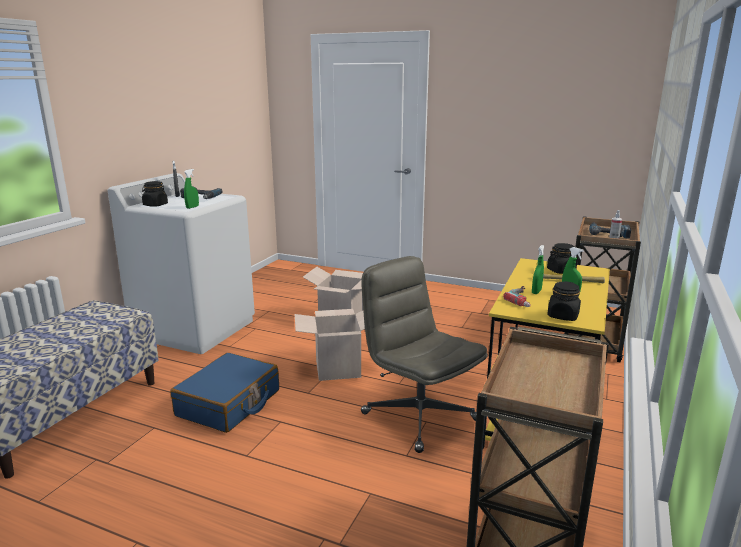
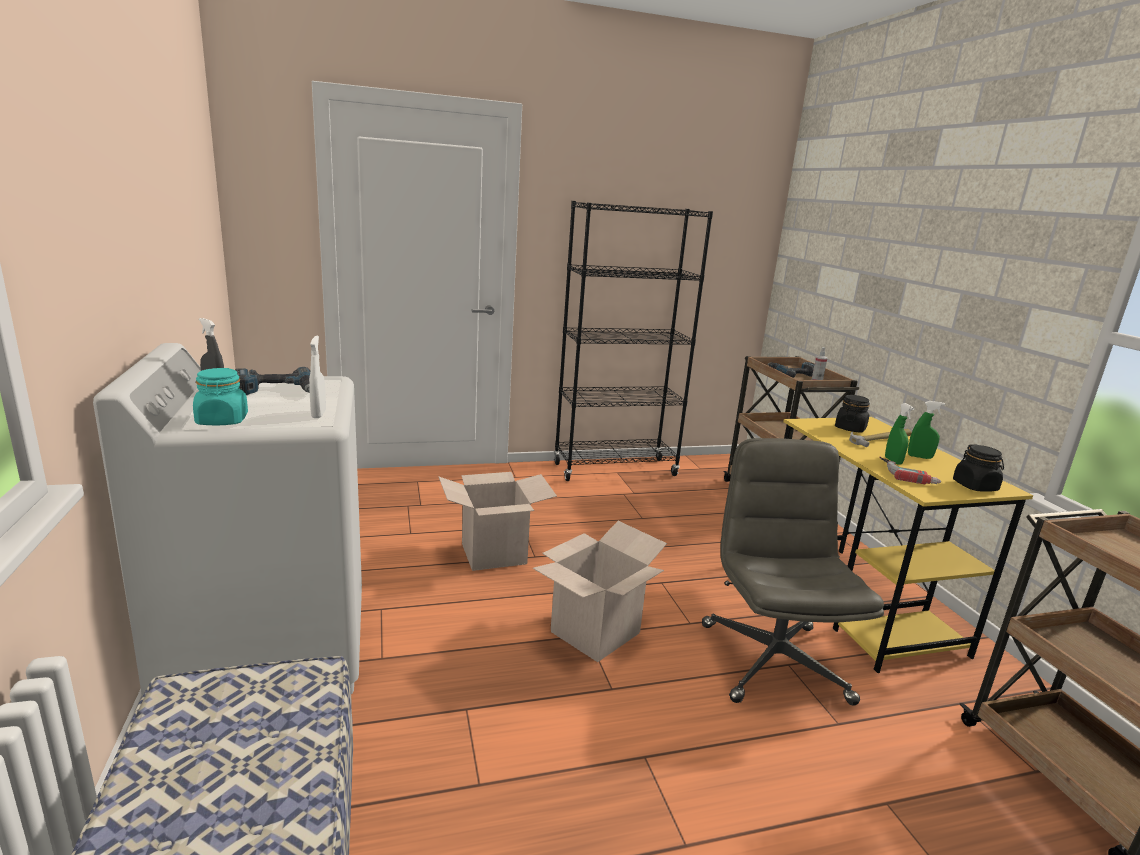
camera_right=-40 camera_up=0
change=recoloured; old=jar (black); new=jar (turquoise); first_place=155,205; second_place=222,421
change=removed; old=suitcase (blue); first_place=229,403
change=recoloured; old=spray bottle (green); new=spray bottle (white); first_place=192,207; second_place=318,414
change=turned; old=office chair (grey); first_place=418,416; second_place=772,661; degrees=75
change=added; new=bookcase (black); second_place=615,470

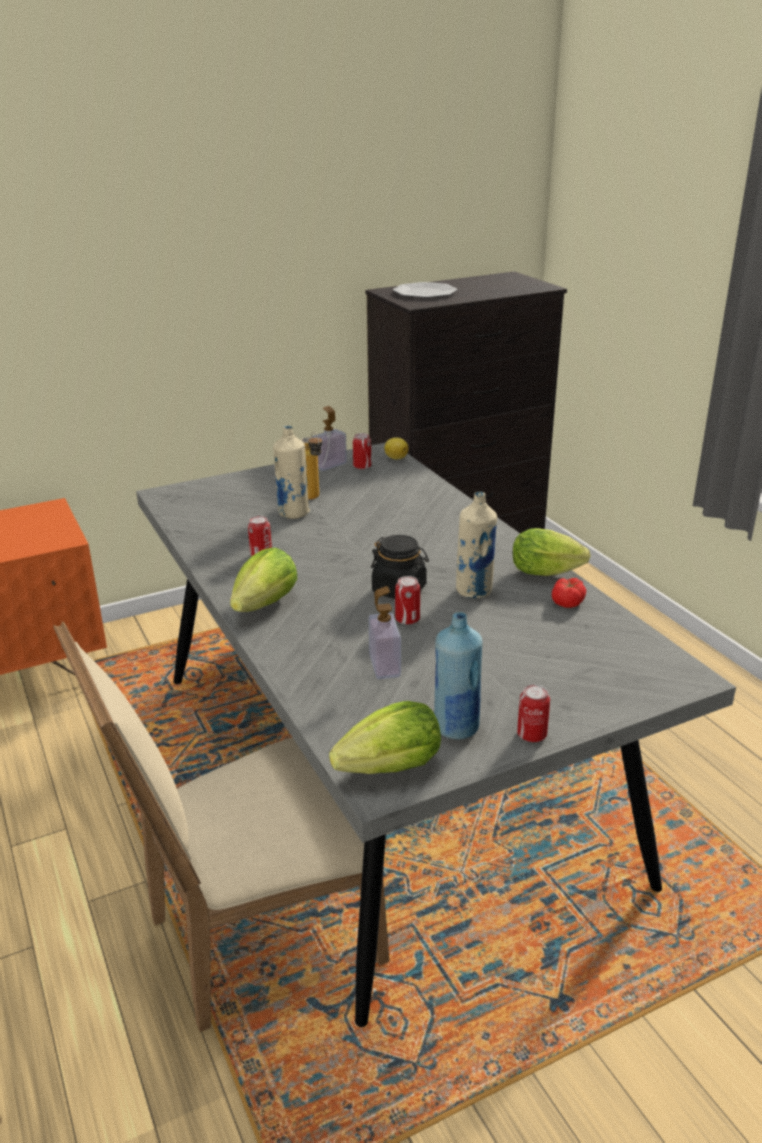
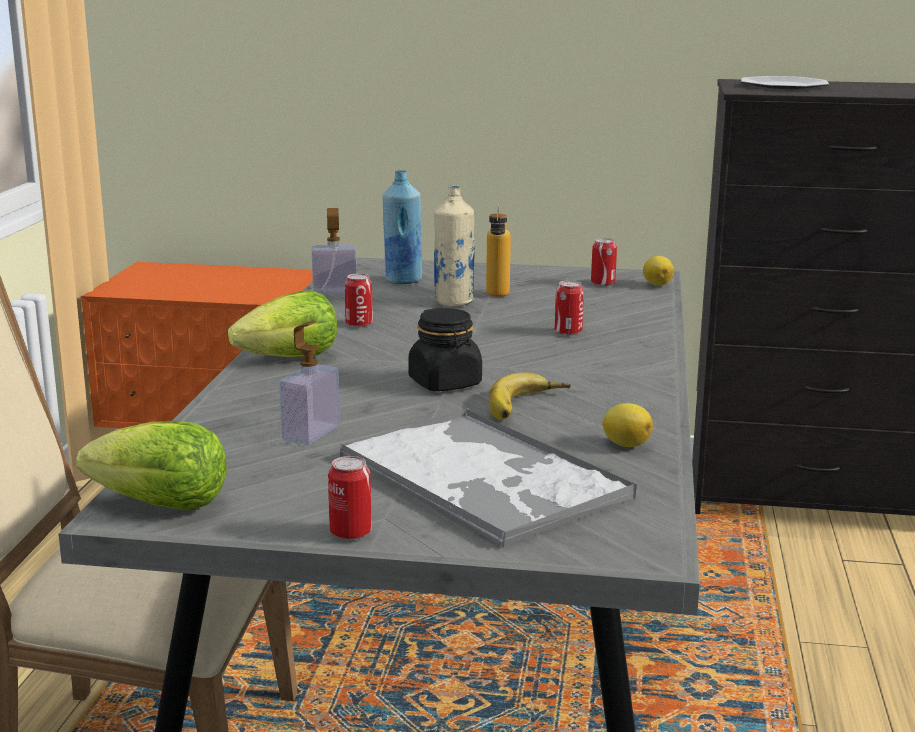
camera_right=35 camera_up=-10
change=moved; old=soap dispenser; first_place=330,465; second_place=334,291
change=moved; old=can; first_place=407,619; second_place=568,332
change=moved; old=bottle (blue); first_place=456,728; second_place=403,280
change=replaced; old=bottle (beige); new=banana; first_place=474,591; second_place=527,406
change=removed; old=lettuce; first_place=549,573
change=replaced; old=tomato; new=lemon; first_place=568,601; second_place=625,444
change=added; new=tray; second_place=484,478

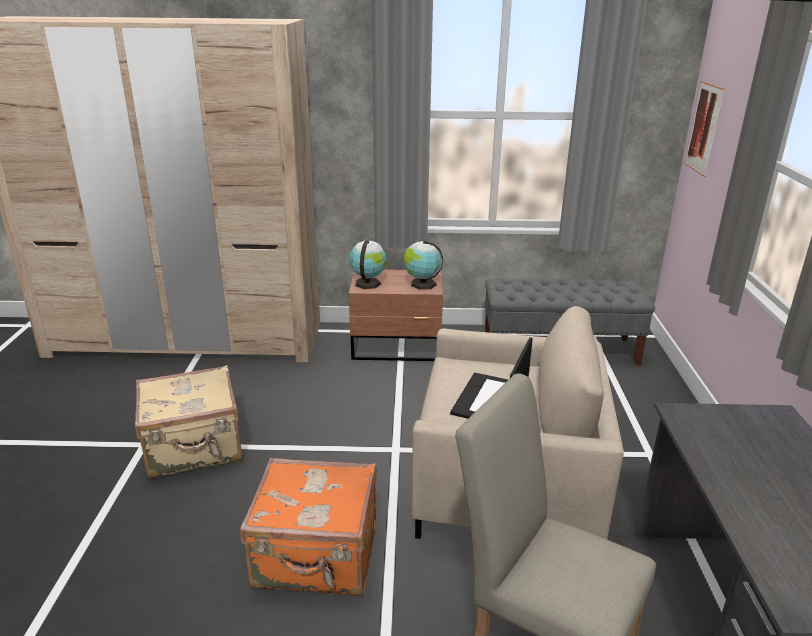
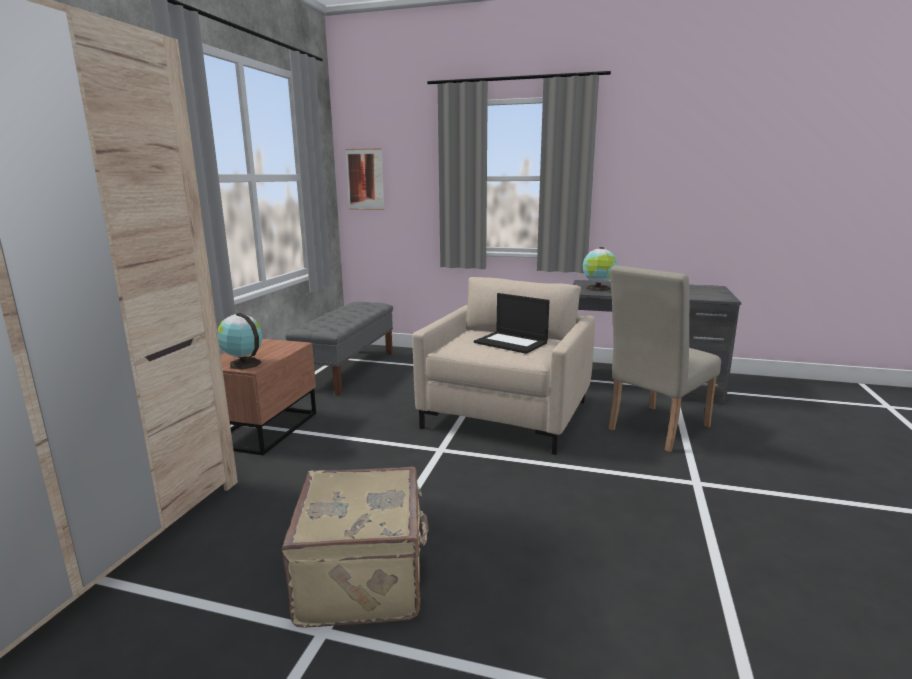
camera_right=-75 camera_up=-10
change=removed; old=suitcase (orange); first_place=317,557
change=moved; old=globe; first_place=421,284; second_place=598,289

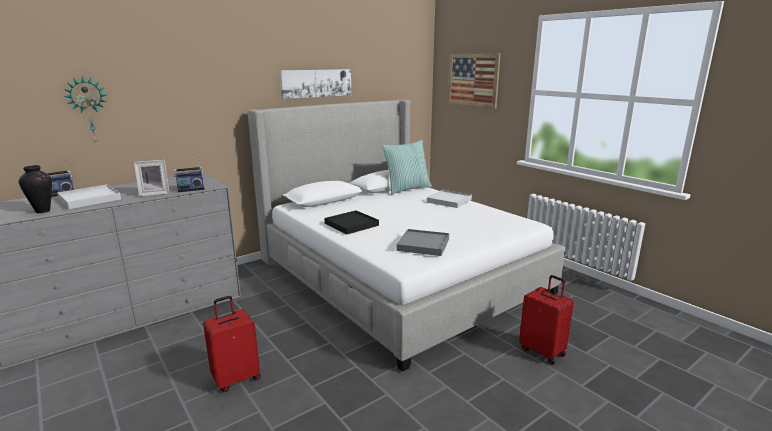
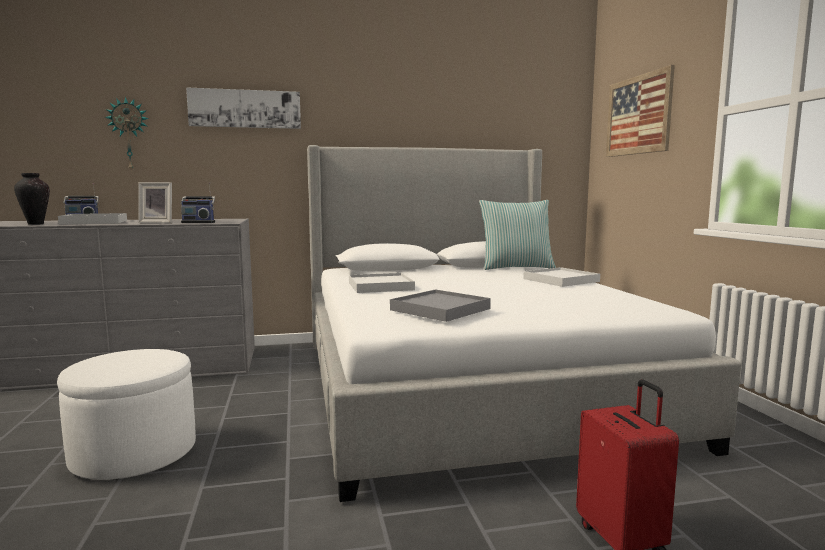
camera_right=25 camera_up=-10
change=replaced; old=suitcase (red); new=ottoman (white); first_place=236,378; second_place=134,453
change=moved; old=picture; first_place=316,83; second_place=245,109
change=recoloured; old=tray (black); new=tray (white); first_place=351,224; second_place=380,286

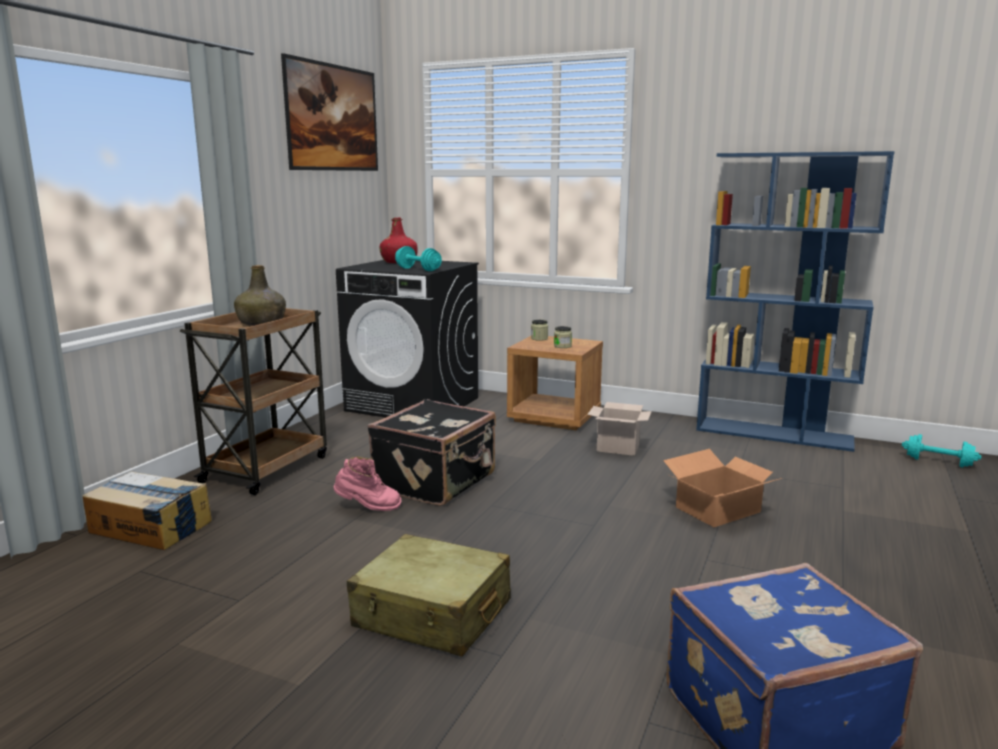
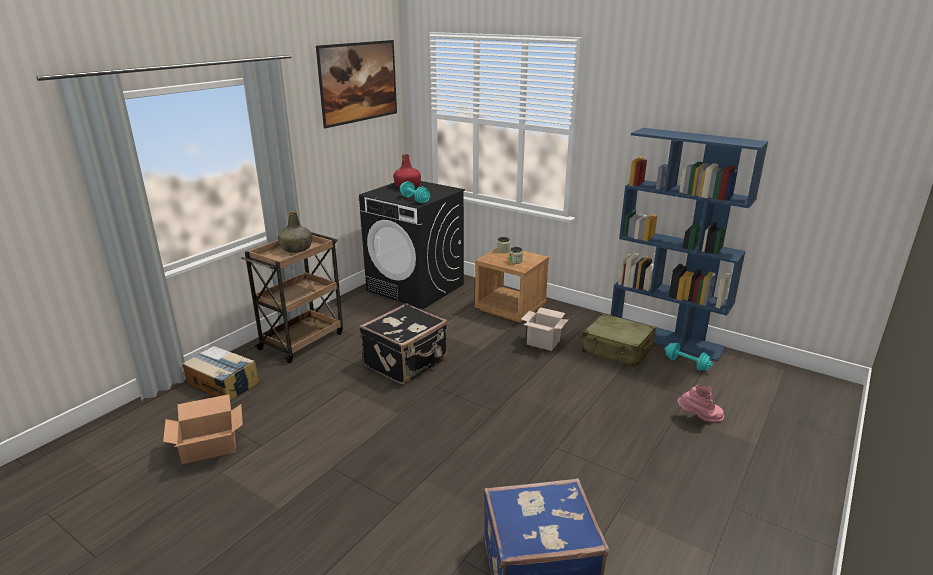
camera_right=10 camera_up=10
change=moved; old=boot (pink); first_place=368,508; second_place=699,418
change=moved; old=suitcase (beige); first_place=432,614; second_place=617,350
change=moved; old=cardboard box; first_place=719,510; second_place=210,446
change=moved; old=dumbbell (turquoise); first_place=938,462; second_place=686,364

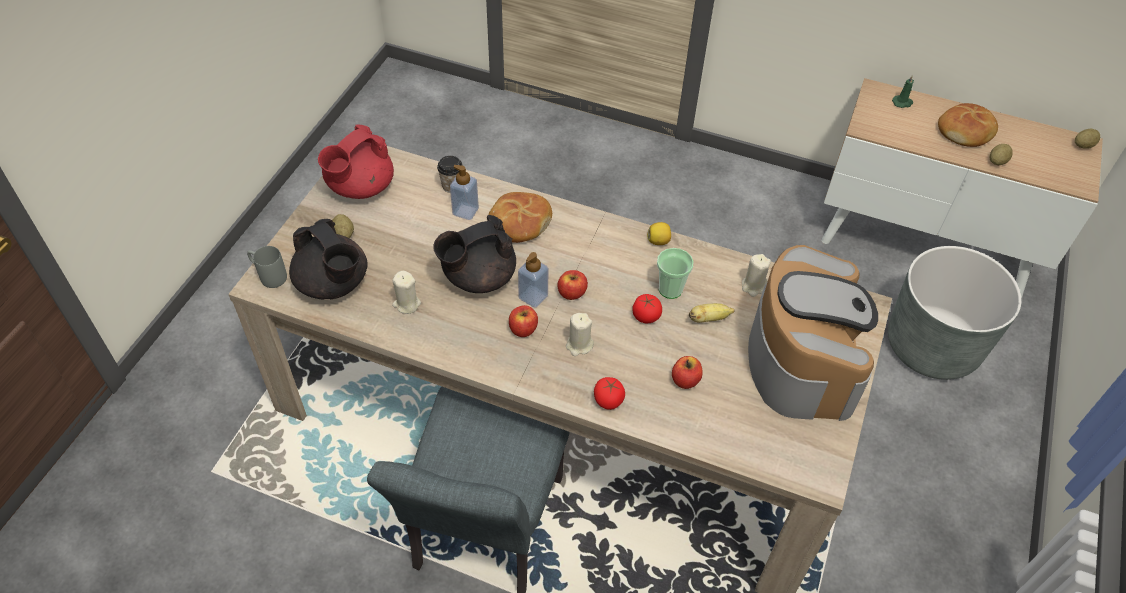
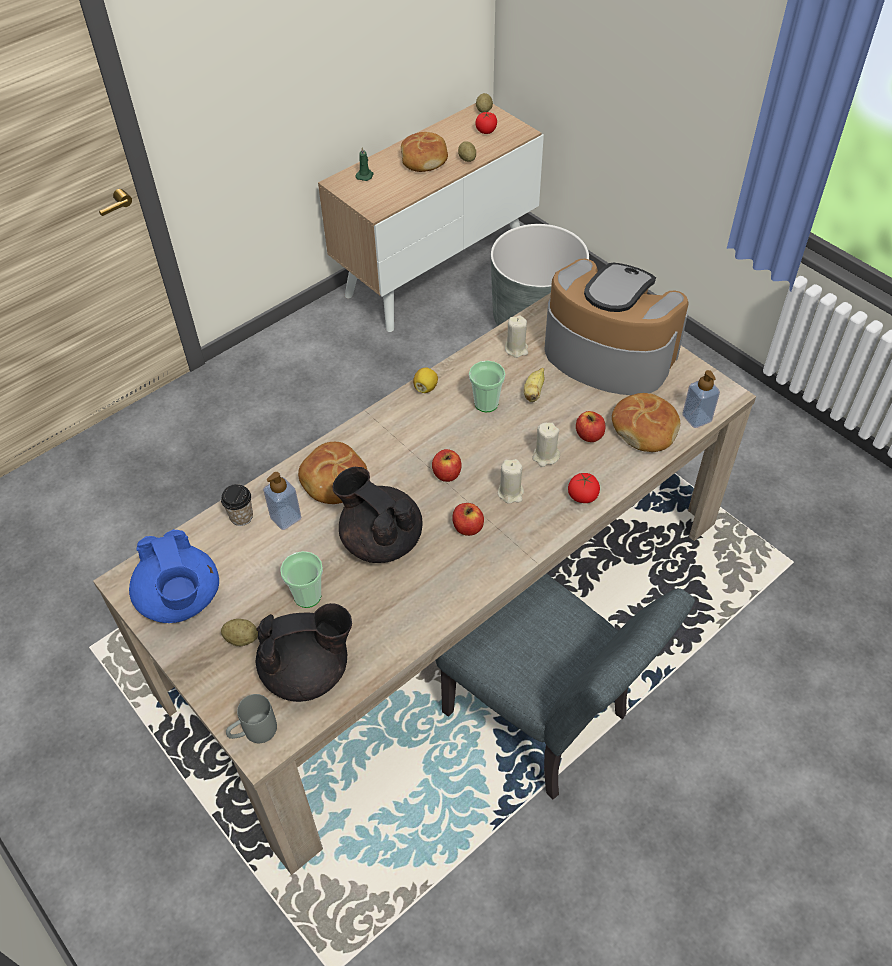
camera_right=-60 camera_up=0
change=recoloured; old=teapot (red); new=teapot (blue); first_place=360,187; second_place=181,600
change=moved; old=candle (beige); first_place=406,304; second_place=545,456
change=turned; old=teapot (black); first_place=478,277; second_place=381,539; degrees=135
change=moved; old=soap dispenser; first_place=533,297; second_place=696,418
change=moved; old=tomato; first_place=646,316; second_place=486,131
change=added; new=cup; second_place=307,596
change=added; new=bread; second_place=645,429

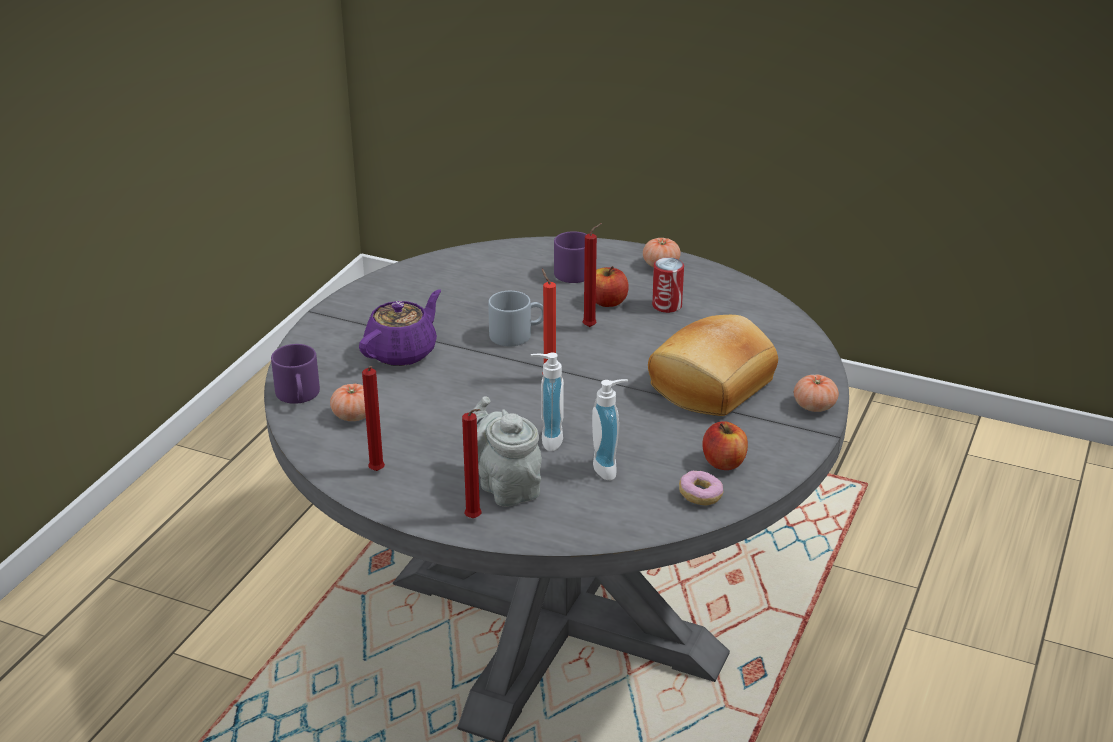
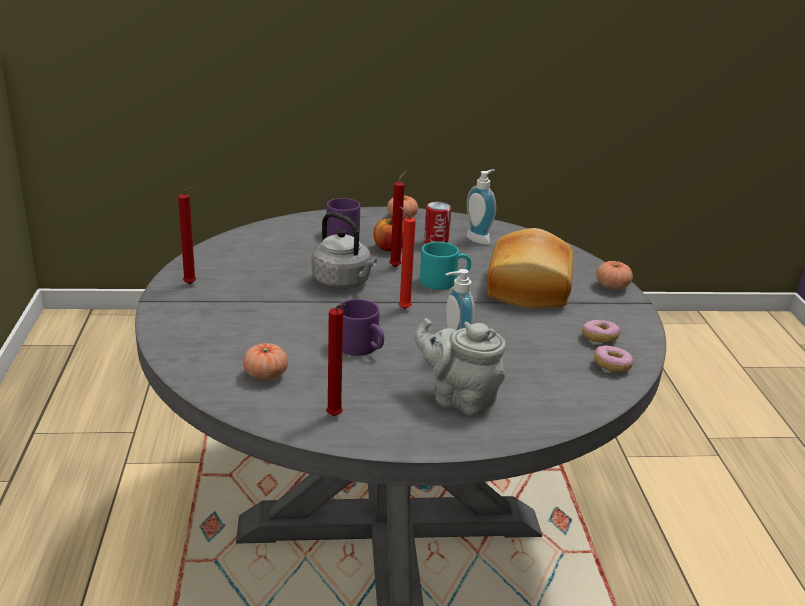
camera_right=-30 camera_up=-5
change=moved; old=mug (purple); first_place=299,396; second_place=362,347
change=removed; old=teapot (purple); first_place=402,352
change=moved; old=candle (red); first_place=475,519; second_place=192,284
change=replaced; old=mug (grey); new=kettle (grey); first_place=517,334; second_place=343,283
change=moved; old=soap dispenser; first_place=609,467; second_place=480,239
change=replaced; old=apple; new=donut; first_place=724,463; second_place=599,338
change=added; new=mug (turquoise); second_place=444,281

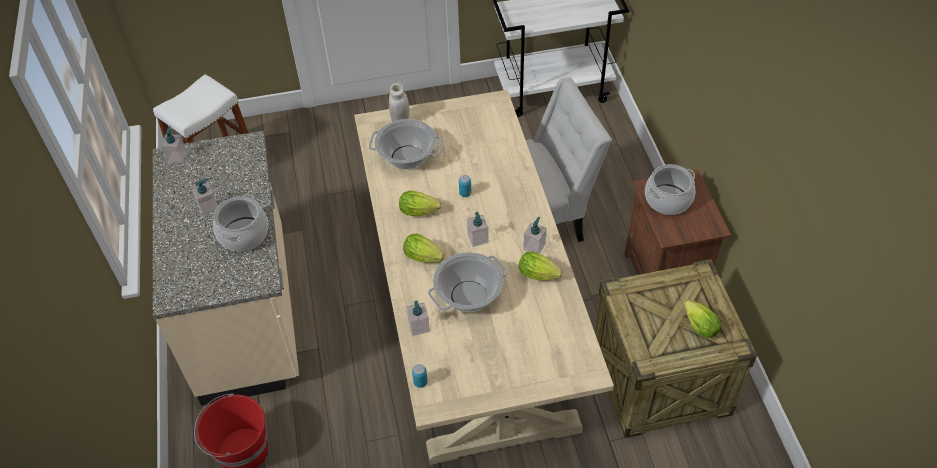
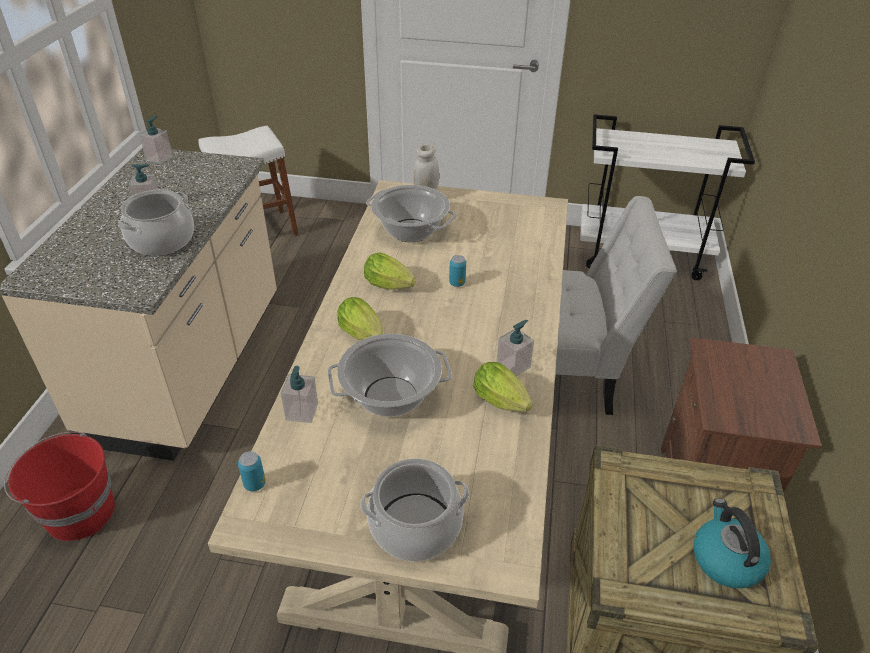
camera_right=20 camera_up=-10
change=removed; old=soap dispenser; first_place=478,238
change=moved; old=cooking pot; first_place=668,200; second_place=415,527
change=replaced; old=lettuce; new=kettle; first_place=698,325; second_place=725,559

